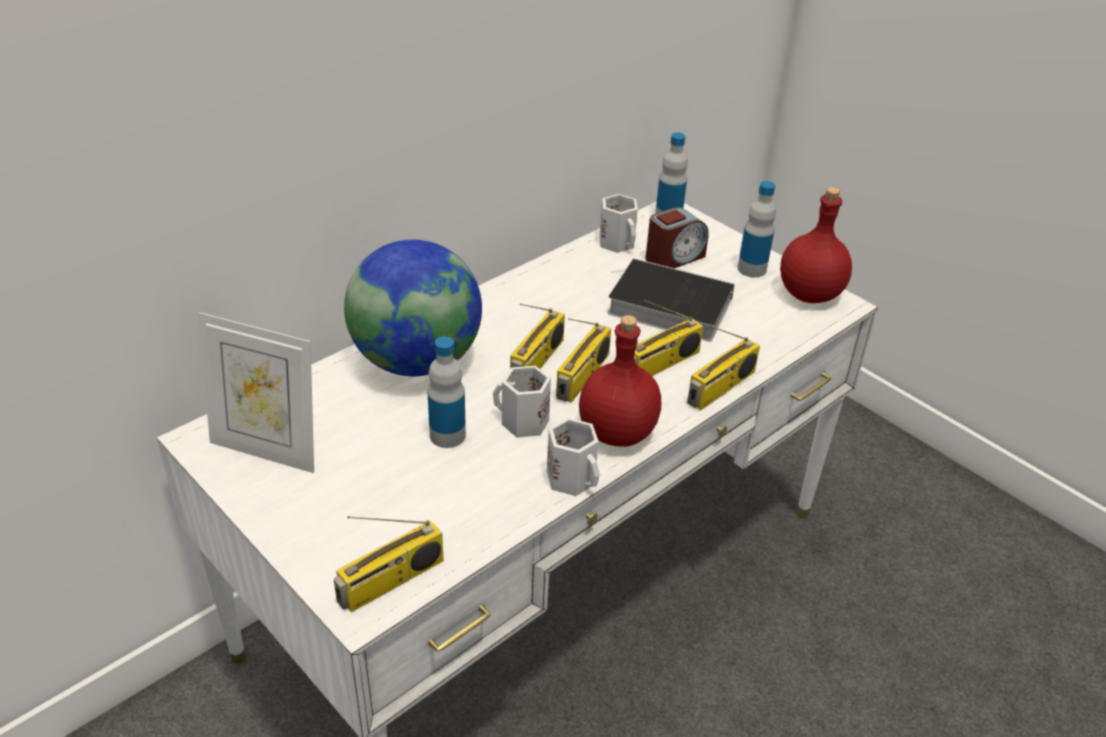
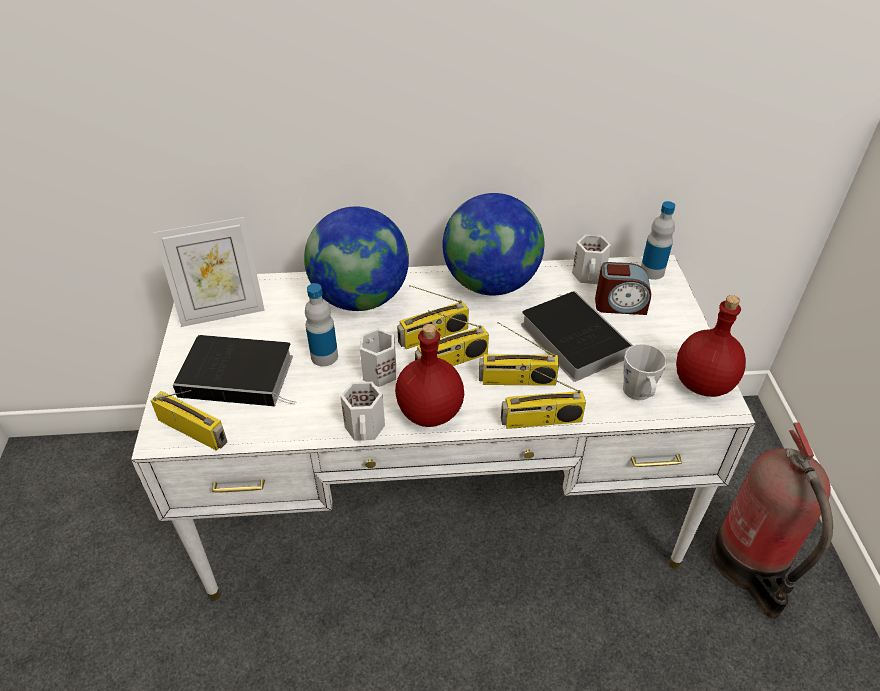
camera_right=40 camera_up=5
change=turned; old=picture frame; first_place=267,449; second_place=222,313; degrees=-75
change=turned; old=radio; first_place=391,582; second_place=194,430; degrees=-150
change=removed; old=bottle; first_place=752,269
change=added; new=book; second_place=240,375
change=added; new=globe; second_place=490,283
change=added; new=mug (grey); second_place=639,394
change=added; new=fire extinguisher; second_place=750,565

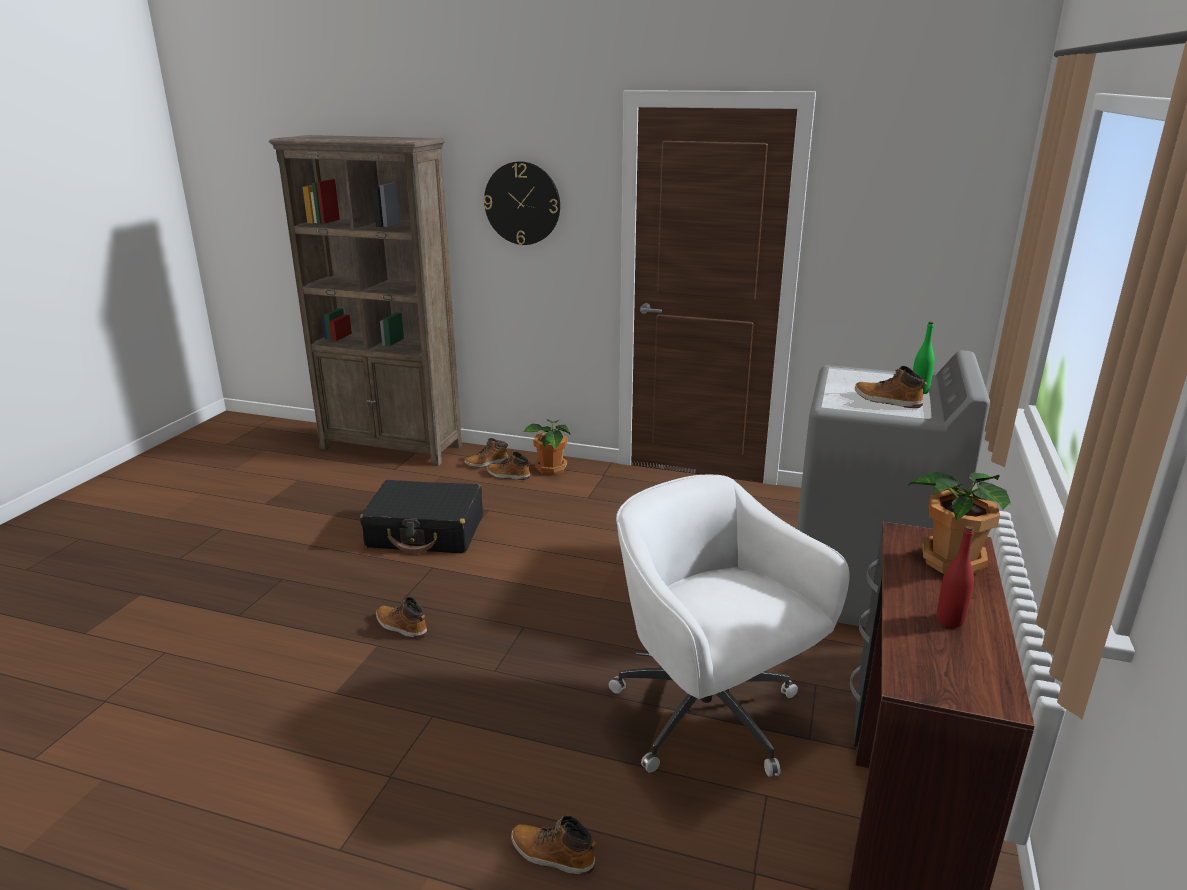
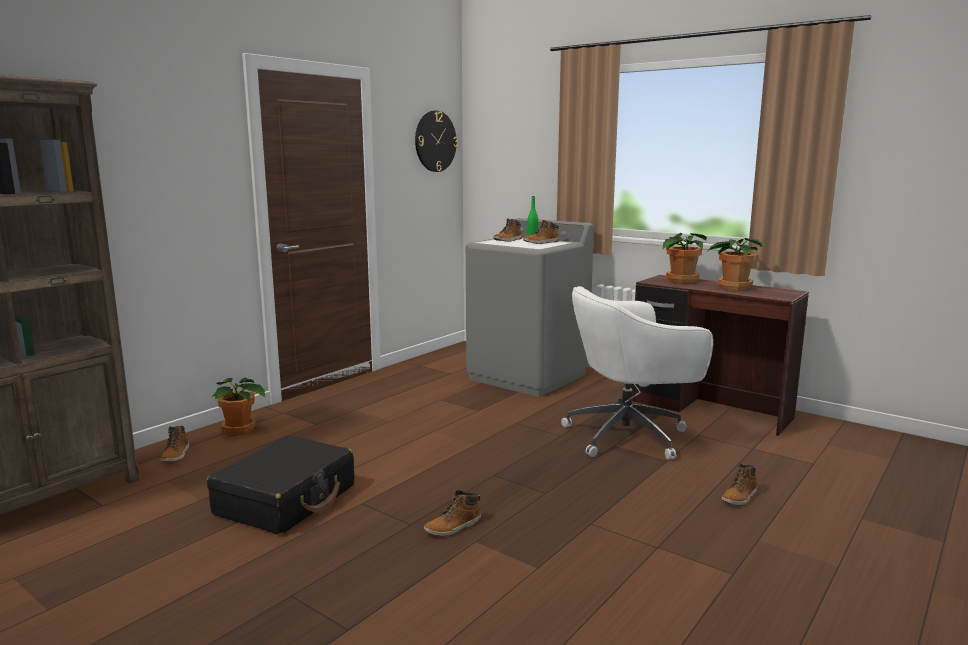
camera_right=-70 camera_up=-10
change=moved; old=wall clock; first_place=522,203; second_place=435,141
change=moved; old=boot; first_place=508,475; second_place=508,240
change=replaced; old=bottle (red); new=potted plant; first_place=950,620; second_place=733,287

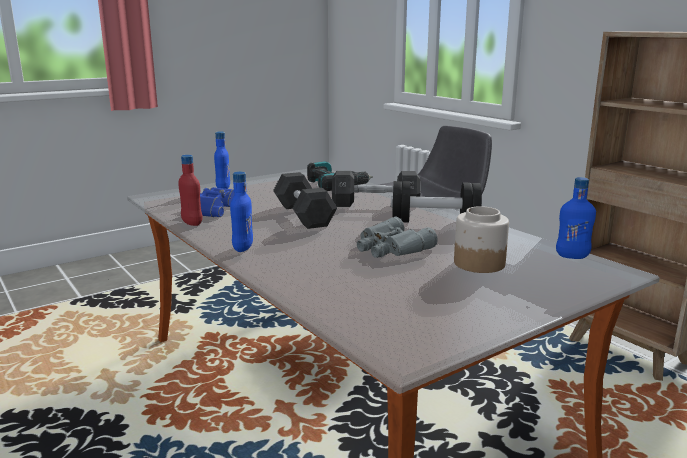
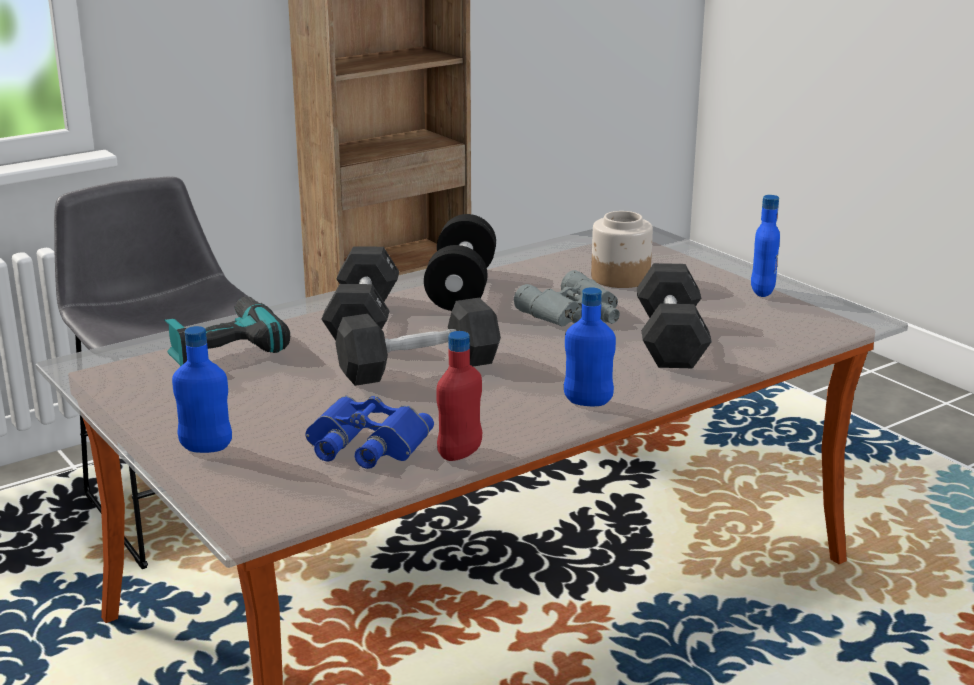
camera_right=-90 camera_up=5
change=moved; old=bottle (blue); first_place=572,256; second_place=762,292
change=added; new=dumbbell (black); second_place=670,339

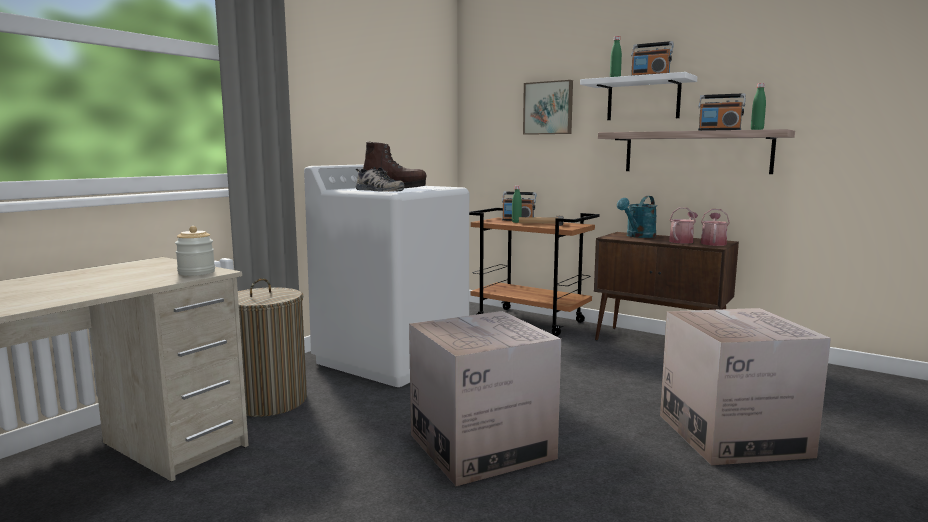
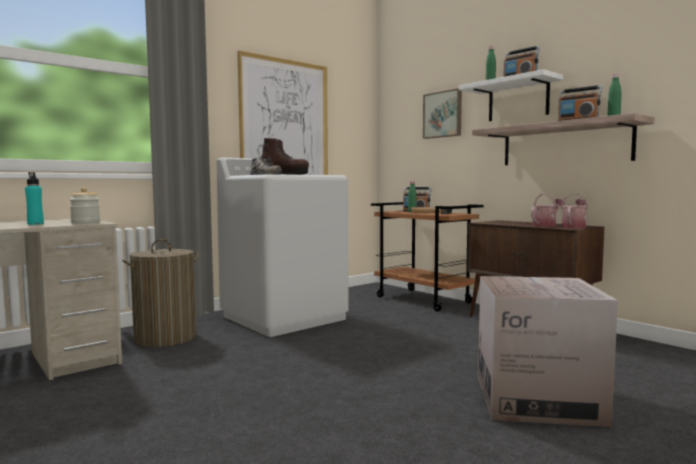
camera_right=15 camera_up=-5
change=removed; old=cardboard box; first_place=481,446
change=removed; old=watering can (turquoise); first_place=638,236
change=added; new=bottle (turquoise); second_place=35,224
change=added; new=picture; second_place=285,125

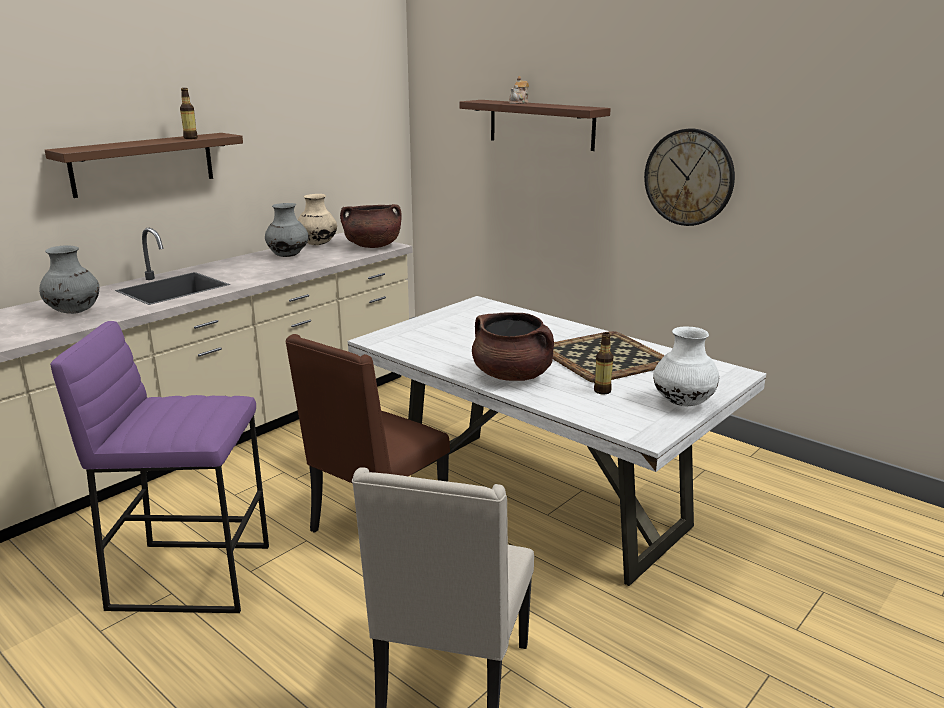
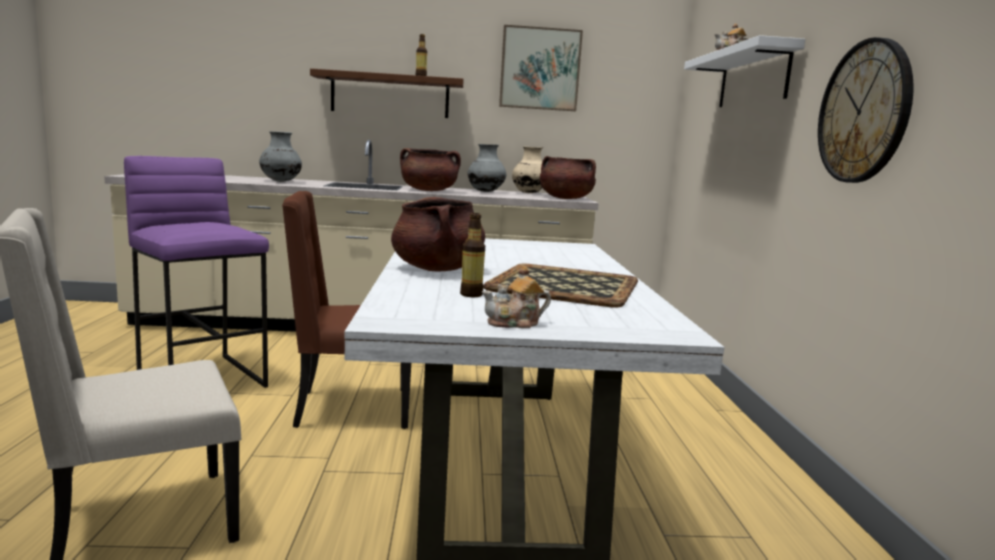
camera_right=45 camera_up=-10
change=recoloured; old=shelf (brown); new=shelf (white); first_place=541,124; second_place=753,78
change=replaced; old=vase (white); new=teapot; first_place=683,403; second_place=515,323
change=added; new=cooking pot (brown); second_place=429,190
change=added; new=picture; second_place=540,69

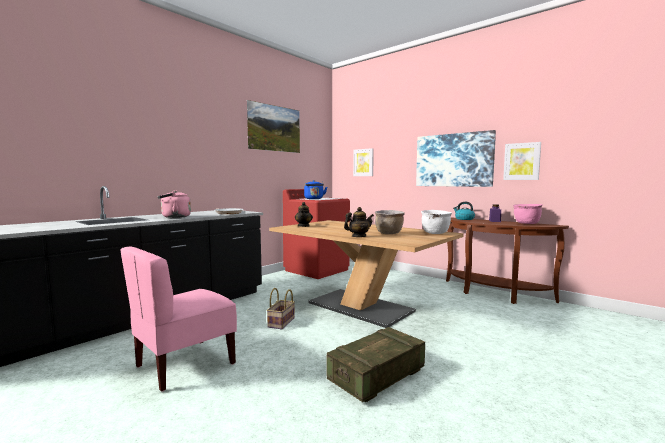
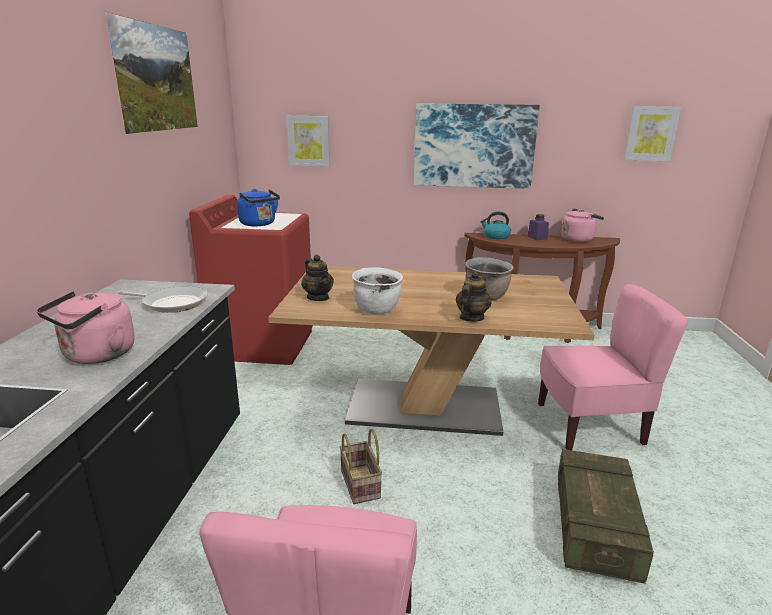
camera_right=-35 camera_up=15
change=moved; old=cooking pot (white); first_place=435,233; second_place=377,310
change=moved; old=picture; first_place=522,161; second_place=651,134
change=replaced; old=cooking pot (pink); new=kettle (pink); first_place=526,223; second_place=578,239
change=added; new=chair (pink); second_place=590,425

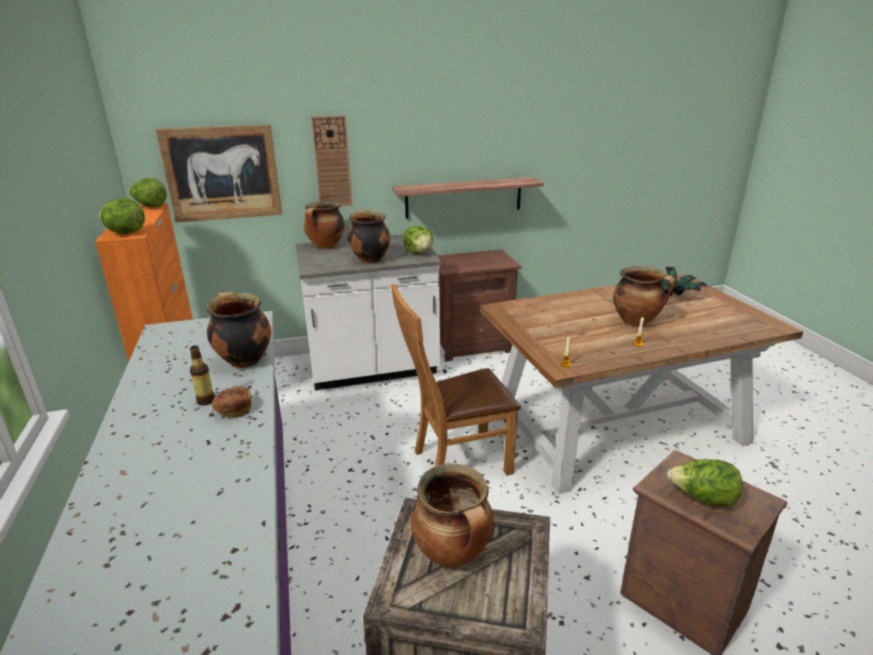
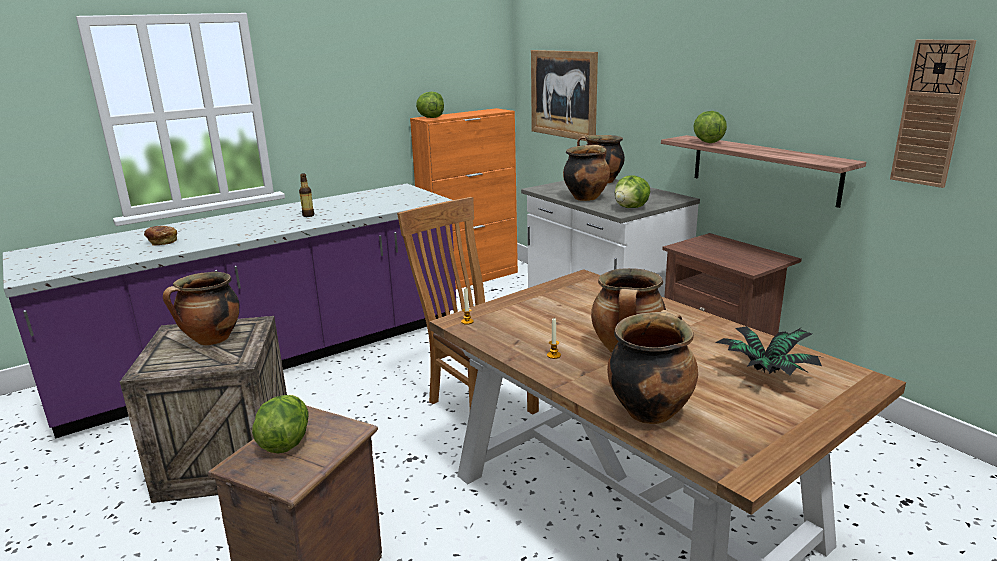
camera_right=70 camera_up=-5
change=moved; old=lettuce; first_place=150,206; second_place=707,142
change=moved; old=cooking pot; first_place=243,360; second_place=649,411
change=moved; old=bread; first_place=234,410; second_place=162,242
change=moved; old=wall clock; first_place=332,162; second_place=931,113

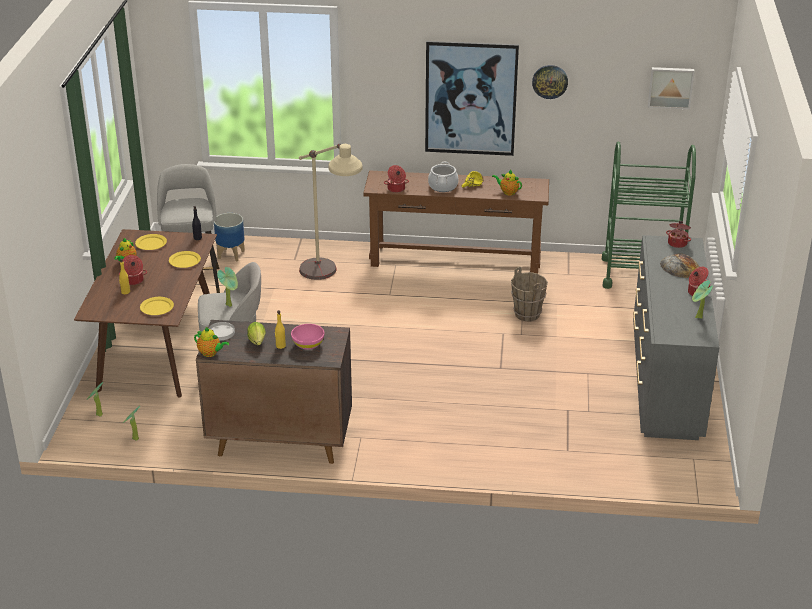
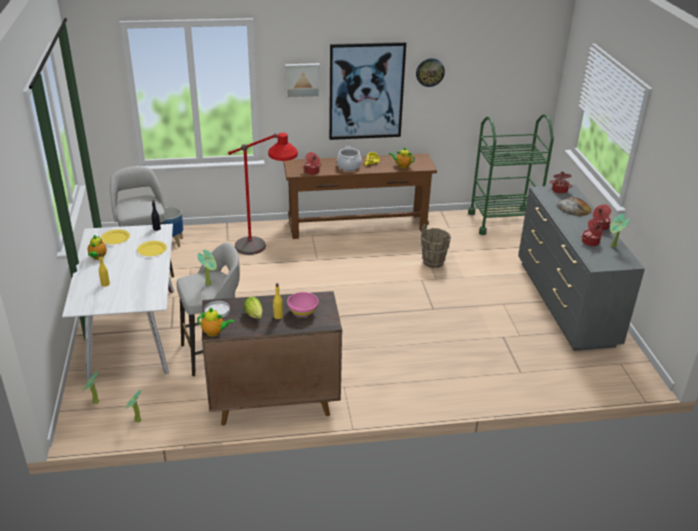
camera_right=-15 camera_up=0
change=recoloured; old=dining table (brown); new=dining table (white); first_place=157,349; second_place=132,331
change=moved; old=cooking pot; first_place=133,280; second_place=590,242
change=removed; old=plate (yellow); first_place=156,308
change=recoloured; old=floor lamp (beige); new=floor lamp (red); first_place=330,282; second_place=264,255
change=moved; old=picture; first_place=670,87; second_place=302,80

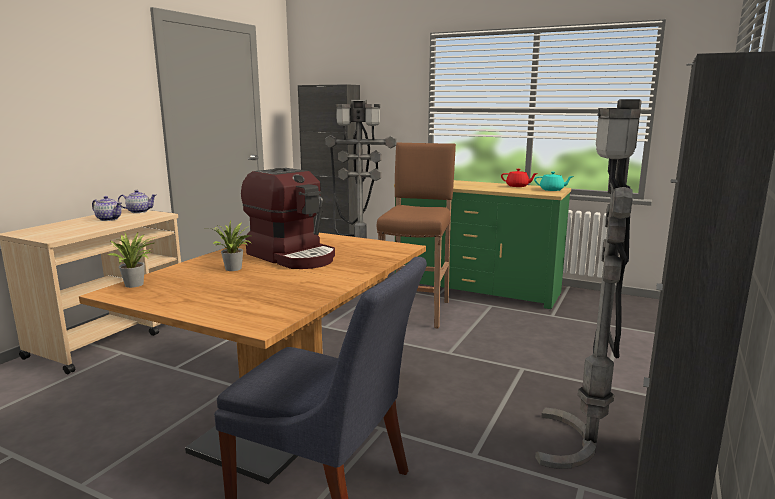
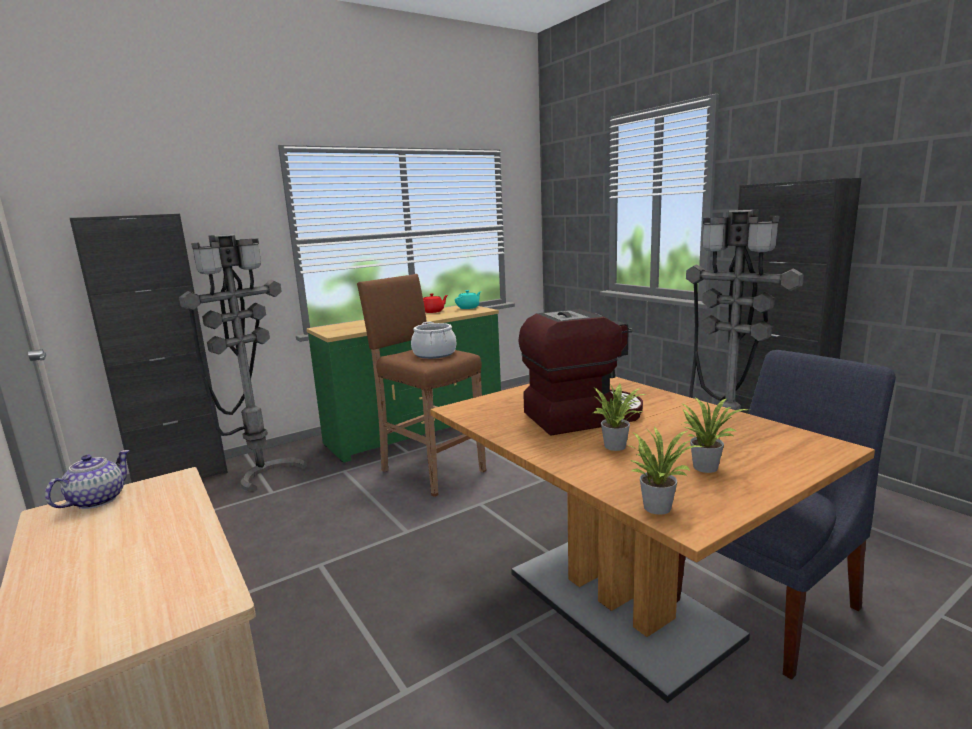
camera_right=-60 camera_up=0
change=removed; old=teapot; first_place=109,219
change=added; new=cooking pot; second_place=434,354
change=added; new=potted plant; second_place=705,466

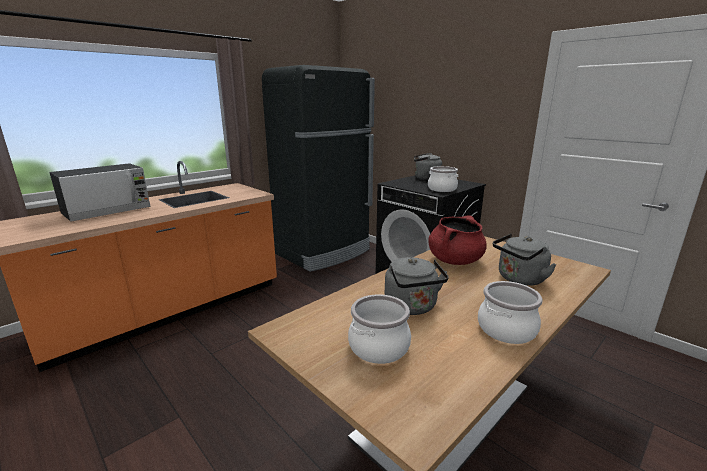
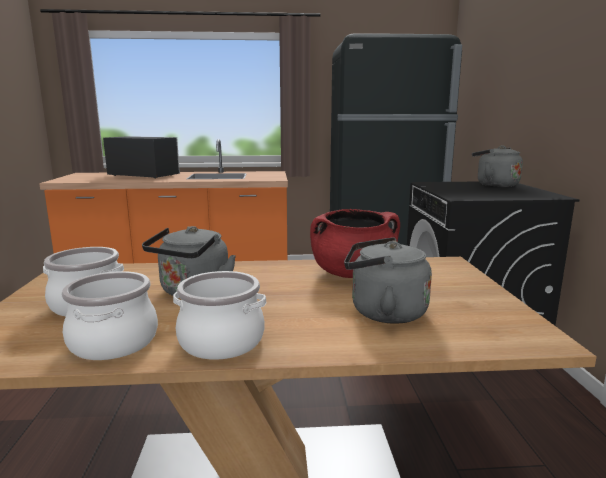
camera_right=40 camera_up=-5
change=turned; old=microwave; first_place=108,211; second_place=143,175; degrees=-150
change=moved; old=cooking pot; first_place=442,189; second_place=115,342

